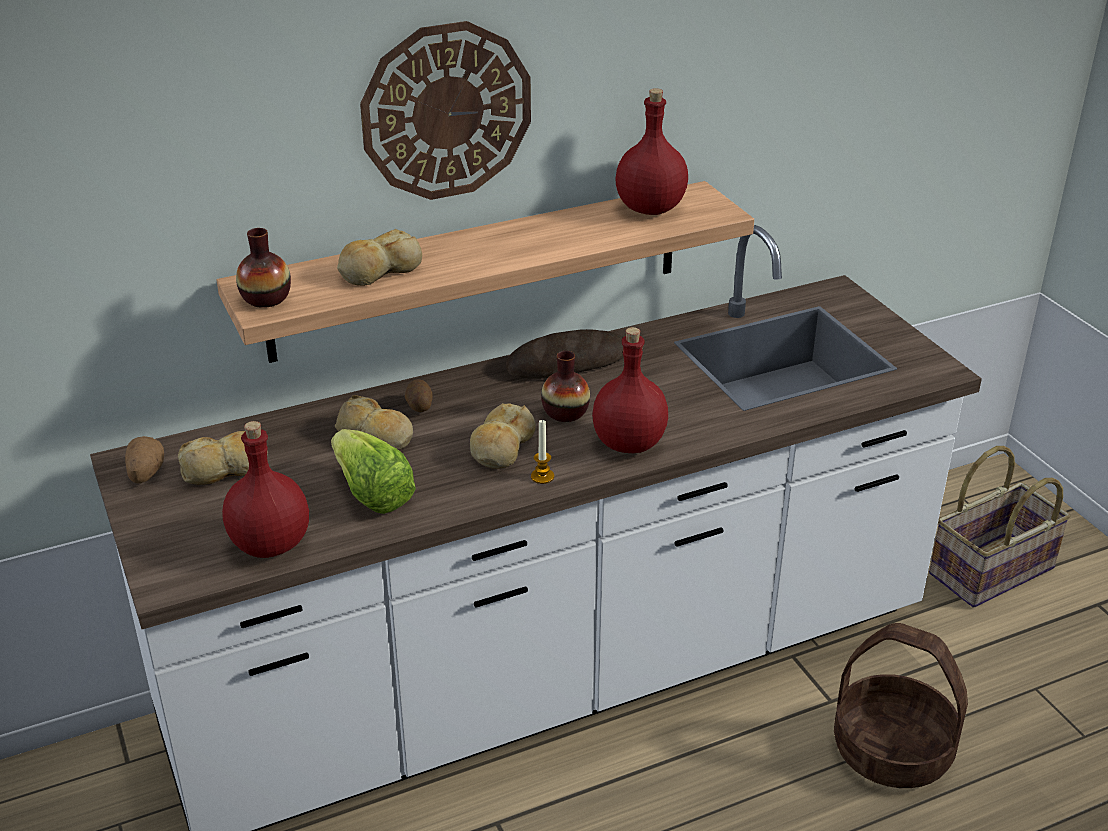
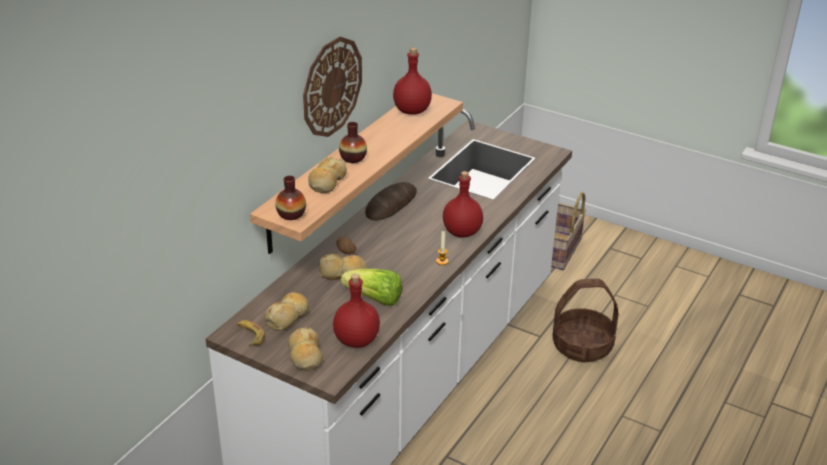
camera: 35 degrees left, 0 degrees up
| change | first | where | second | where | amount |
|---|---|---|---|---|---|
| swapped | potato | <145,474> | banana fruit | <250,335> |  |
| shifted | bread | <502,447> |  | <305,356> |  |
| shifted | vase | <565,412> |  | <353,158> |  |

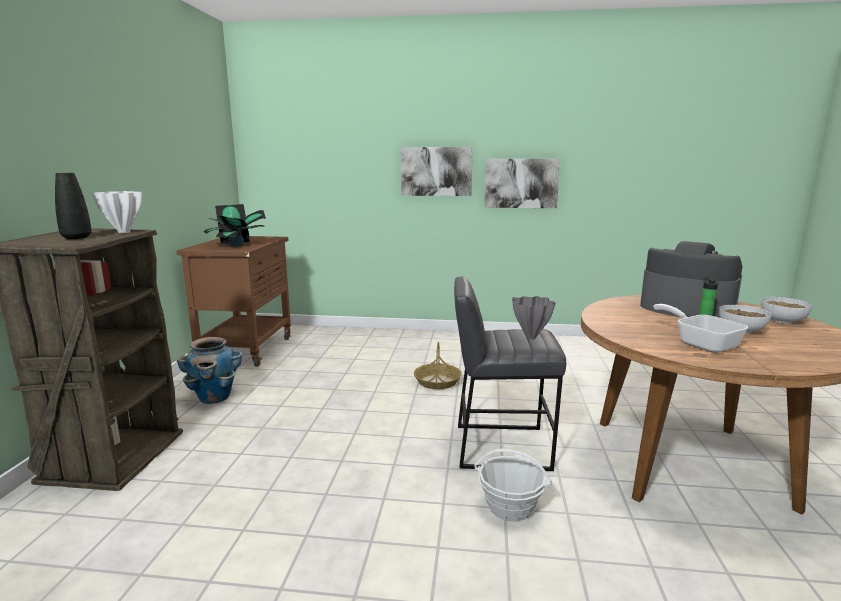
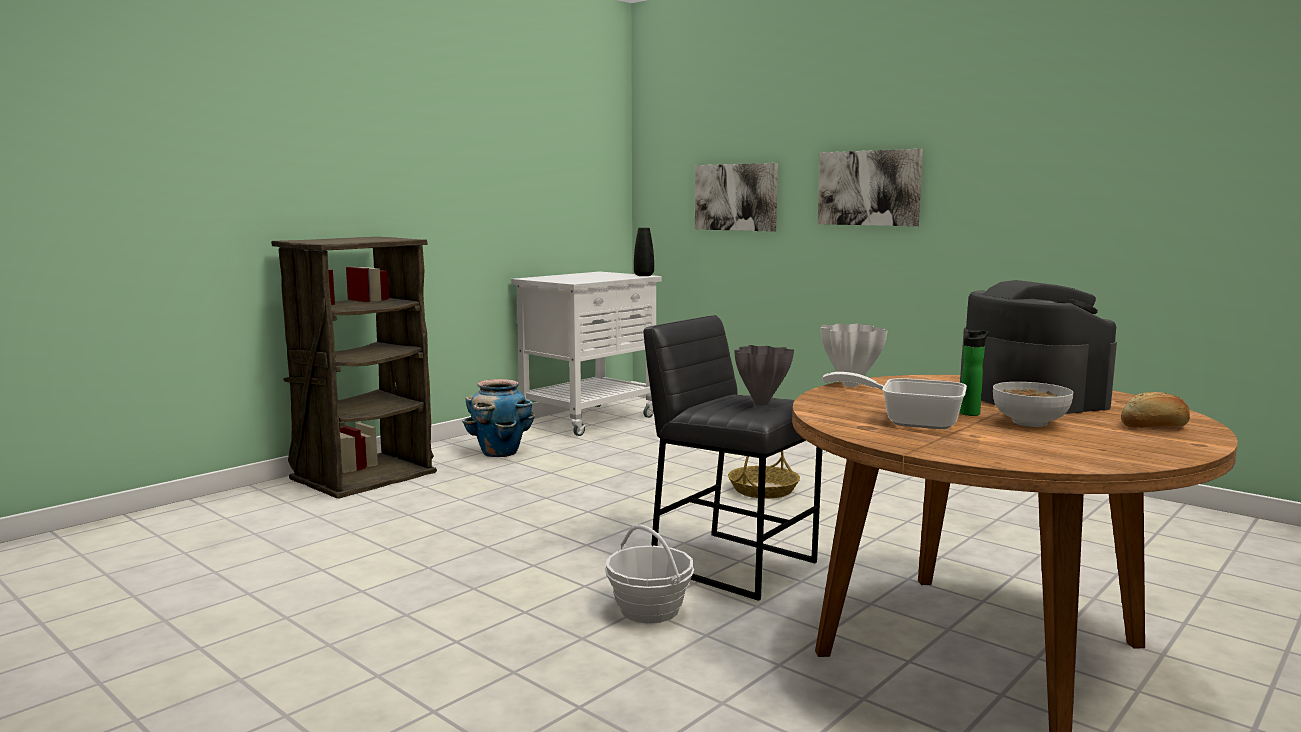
camera: 35 degrees right, 5 degrees down
| change | first | where | second | where | amount |
|---|---|---|---|---|---|
| repainted | brown-coloured trolley | <247,350> | white-coloured trolley | <590,420> |  |
| shifted | black vase | <76,237> |  | <644,275> |  |
| shifted | wall art | <521,183> |  | <736,197> |  |
| shifted | white-coloured vase | <123,232> |  | <849,385> |  |
| rotated | frying pan | <701,343> |  | <909,421> | 75 degrees counterclockwise |
| swapped | bowl | <782,321> | bread | <1155,427> |  |
| gone | houseplant | <237,245> |  |  |  |

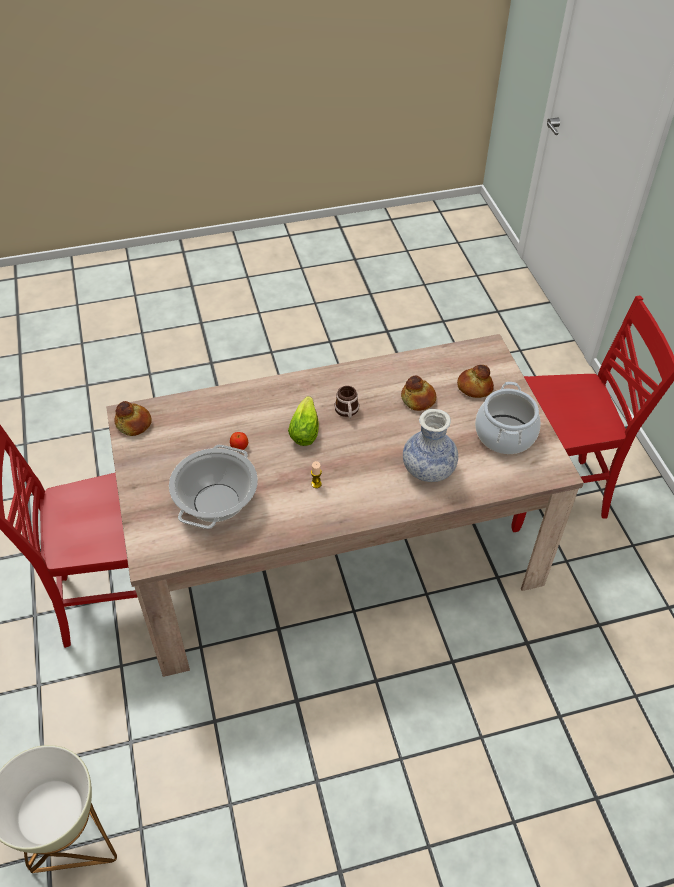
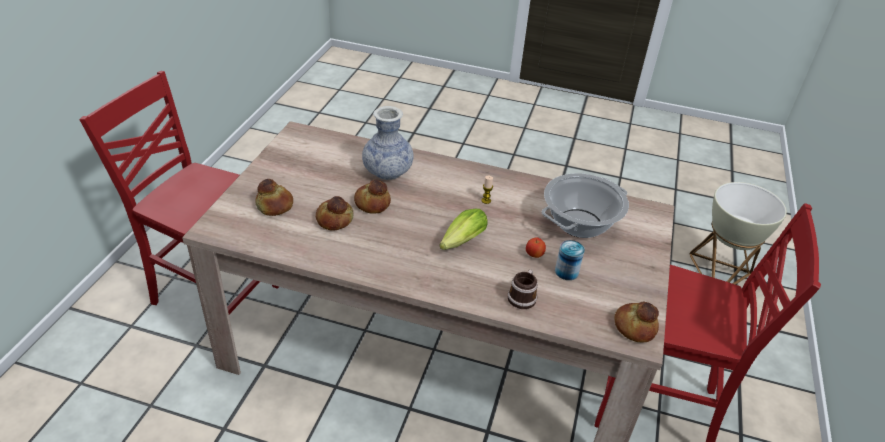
camera: 150 degrees left, 10 degrees down
| change | first | where | second | where | amount |
|---|---|---|---|---|---|
| new |  |  | bread | <372,203> |  |
| shifted | mug | <347,411> |  | <523,296> |  |
| new |  |  | can | <566,271> |  |
| gone | stockpot | <504,434> |  |  |  |

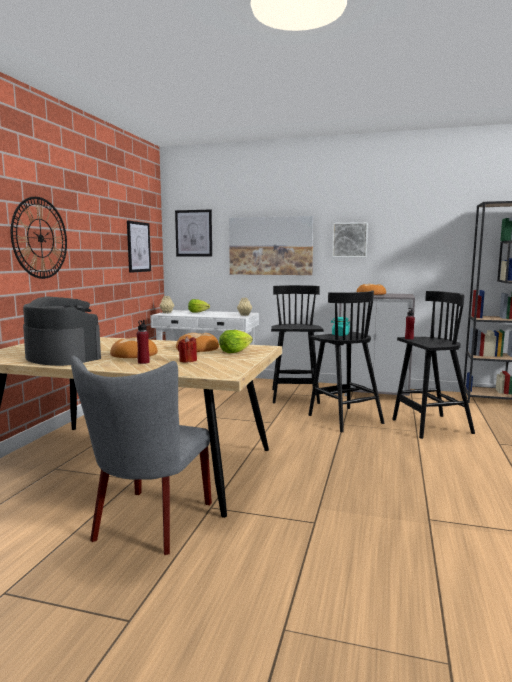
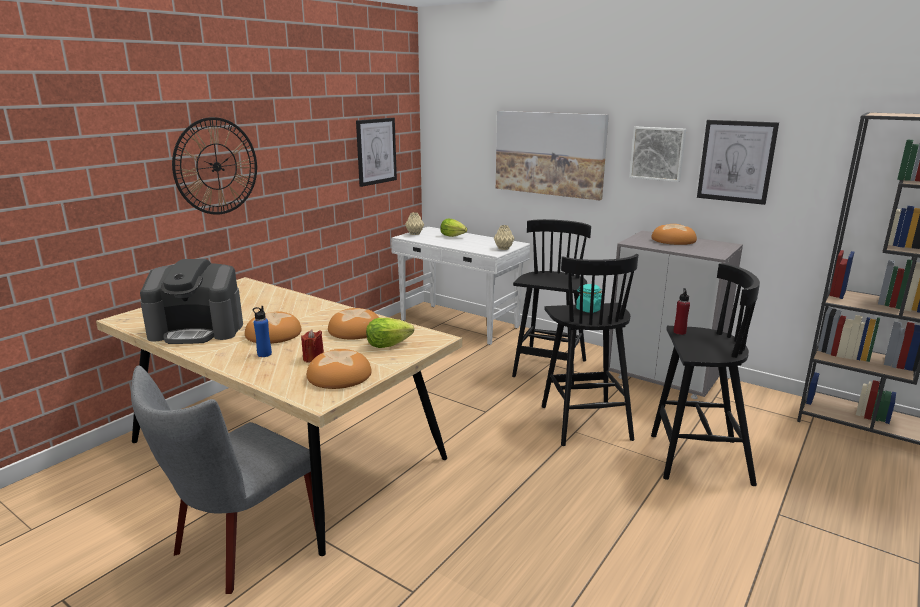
camera: 20 degrees right, 10 degrees up
| change | first | where | second | where | amount |
|---|---|---|---|---|---|
| rotated | coffee maker | <62,357> |  | <197,330> | 120 degrees clockwise |
| repainted | red bottle | <143,362> | blue-coloured bottle | <264,354> |  |
| new |  |  | bread | <340,375> |  |
| shifted | wall art | <194,233> |  | <736,161> |  |

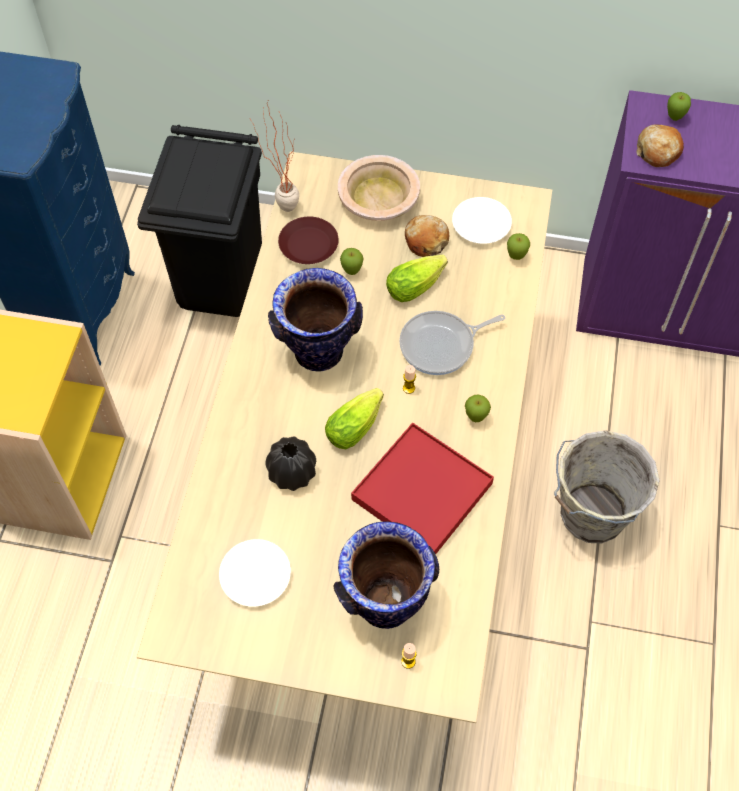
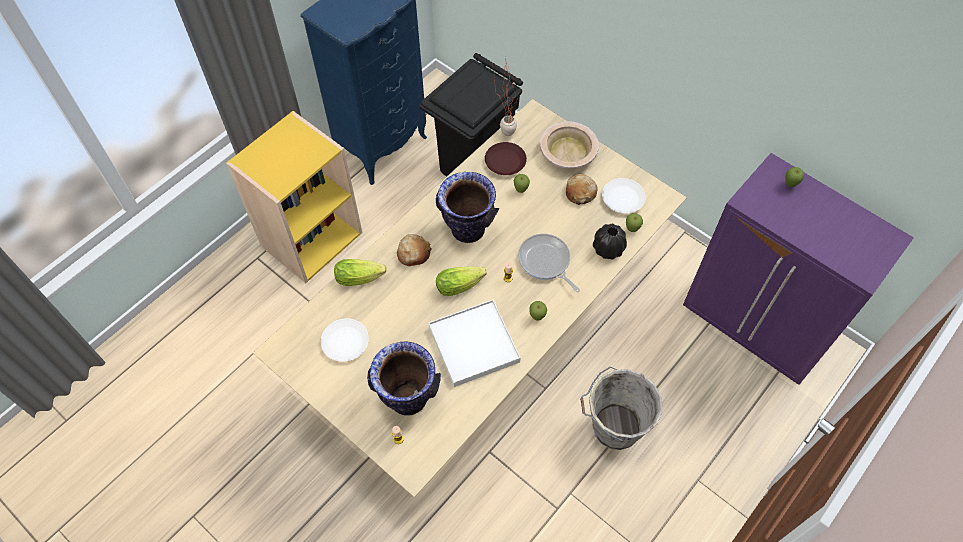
camera: 30 degrees right, 0 degrees up
| change | first | where | second | where | amount |
|---|---|---|---|---|---|
| shifted | lettuce | <417,285> |  | <362,277> |  |
| shifted | bread | <658,151> |  | <413,253> |  |
| repainted | red tray | <421,491> | white-coloured tray | <473,344> |  |
| rotated | frying pan | <441,345> |  | <545,262> | 45 degrees clockwise |
| shifted | black vase | <292,473> |  | <608,249> |  |

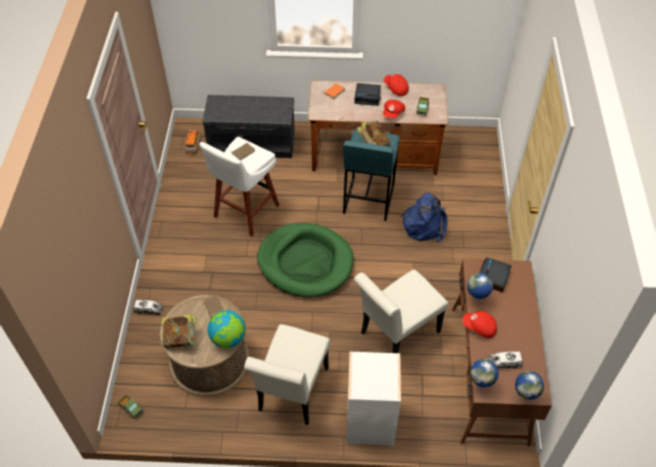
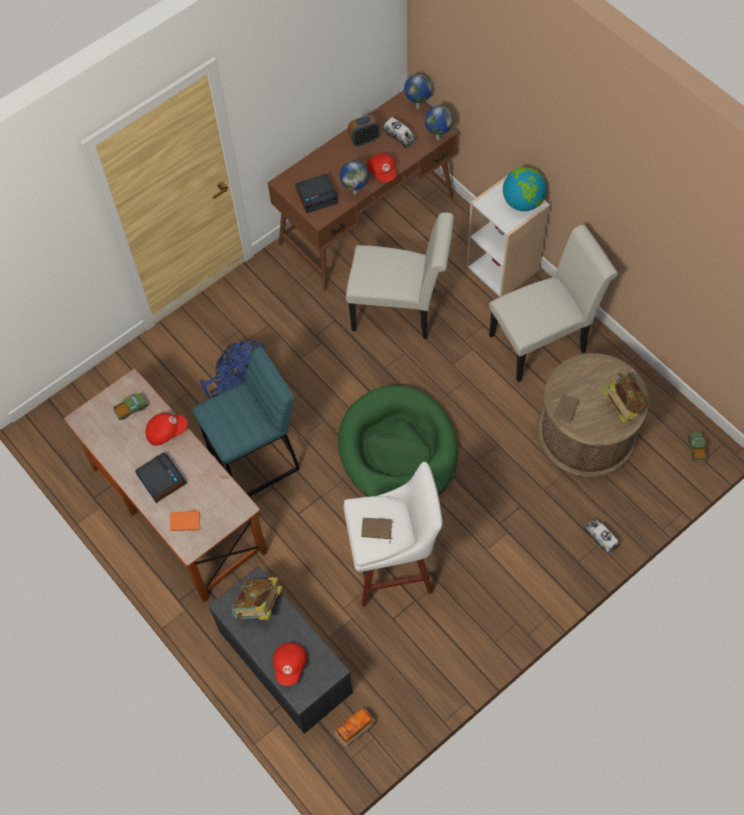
camera: 130 degrees left, 10 degrees up
| change | first | where | second | where | amount |
|---|---|---|---|---|---|
| shifted | bound book | <373,144> |  | <258,606> |  |
| shifted | red baseball cap | <395,88> |  | <290,665> |  |
| new |  |  | table clock | <364,140> |  |
| shifted | globe | <228,339> |  | <523,202> |  |

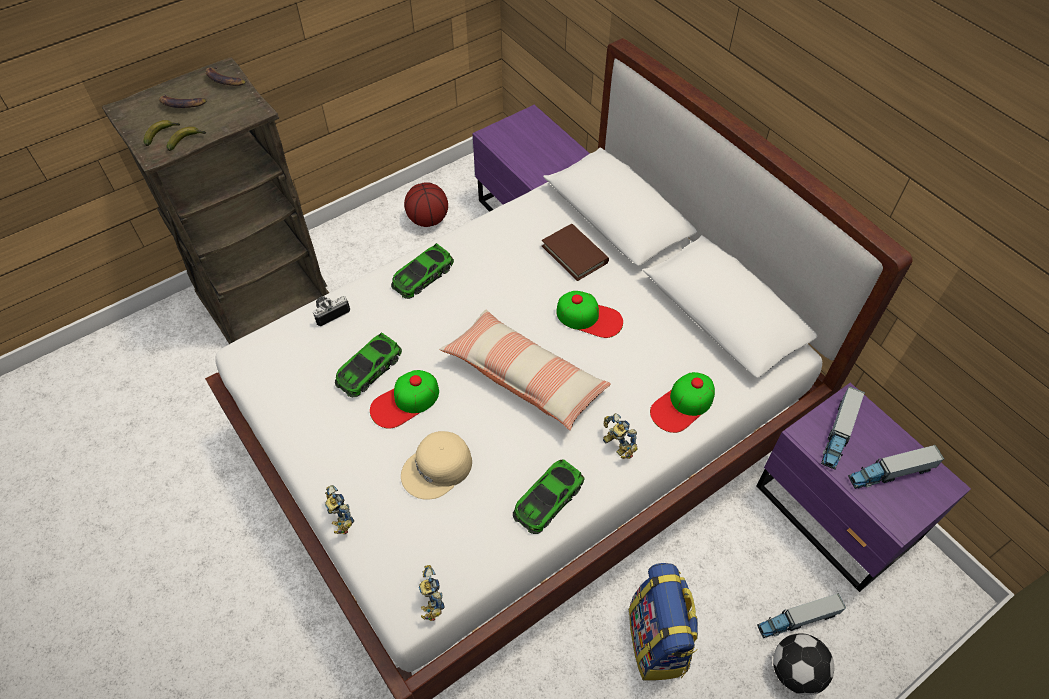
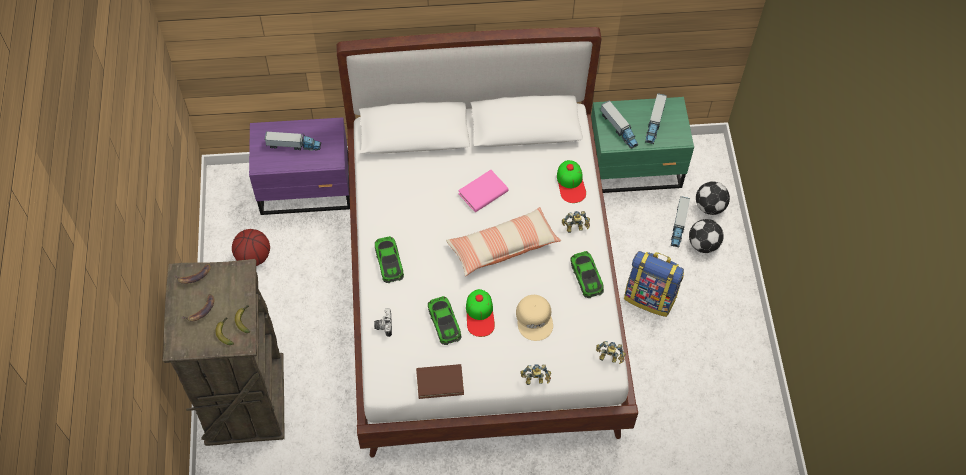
camera: 60 degrees left, 5 degrees up
| change | first | where | second | where | amount |
|---|---|---|---|---|---|
| new |  |  | toy truck | <294,145> |  |
| shifted | brown-coloured bound book | <574,254> |  | <440,382> |  |
| swapped | baseball cap | <589,317> | pinkish bound book | <483,193> |  |
| repainted | purple-coloured nightstand | <835,516> | green nightstand | <635,168> |  |
| new |  |  | football ball | <710,207> |  |

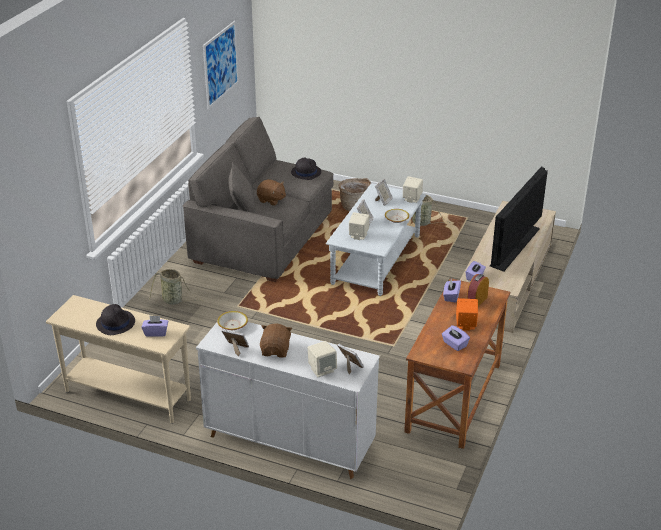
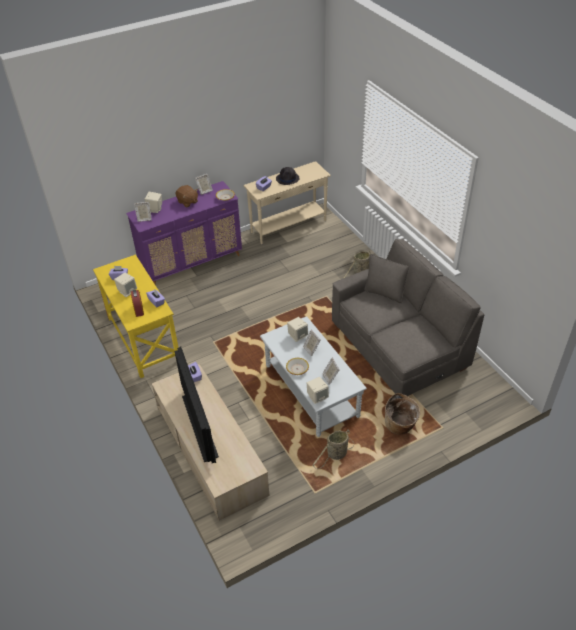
camera: 130 degrees right, 10 degrees up
| change | first | where | second | where | amount |
|---|---|---|---|---|---|
| repainted | brown-coloured desk unit | <454,398> | yellowish desk unit | <143,339> |  |
| repainted | orange speaker | <465,324> | beige speaker | <127,291> |  |
| repainted | white-coloured cupboard | <289,441> | purple-coloured cupboard | <191,262> |  |
| gone | wall art | <220,64> |  |  |  |
| gone | brown-coloured plush toy | <271,200> |  |  |  |
| gone | black wearable hat | <306,172> |  |  |  |

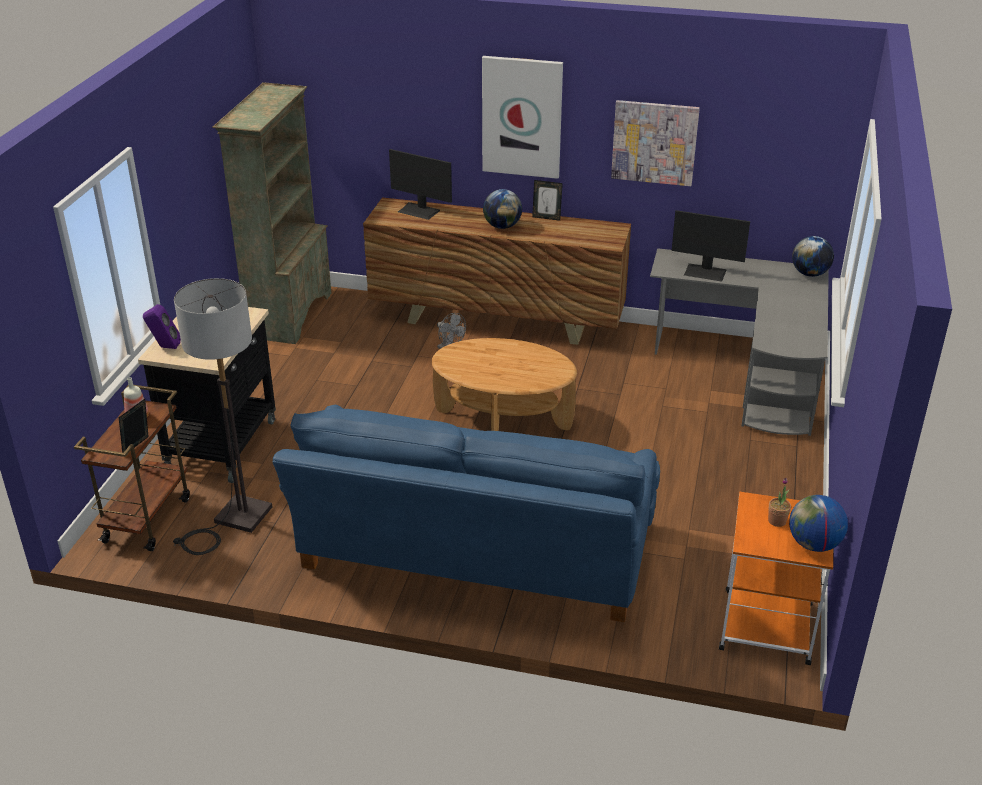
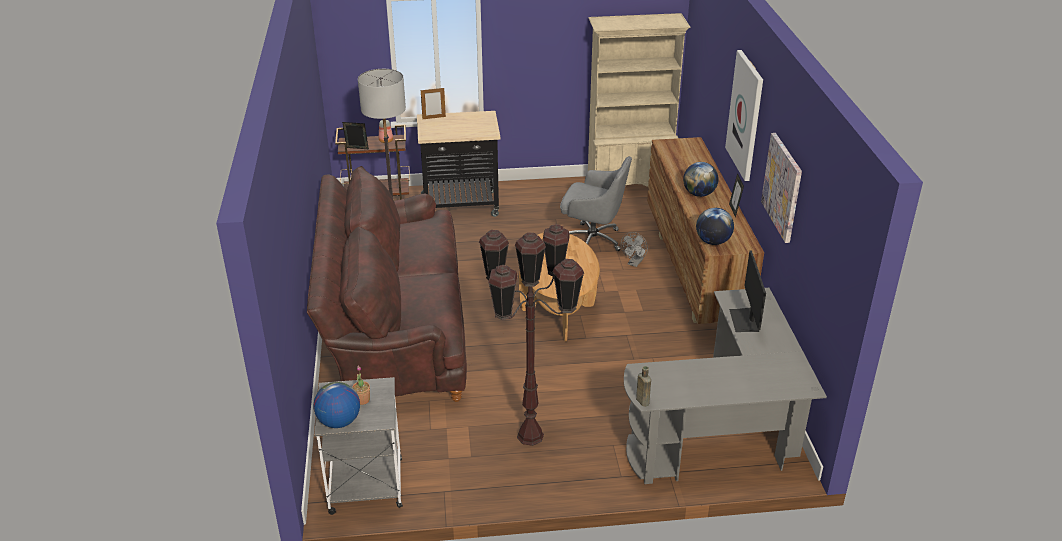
camera: 70 degrees right, 0 degrees up
| change | first | where | second | where | amount |
|---|---|---|---|---|---|
| repainted | blue-coloured settee | <473,554> | brown-coloured settee | <394,329> |  |
| repainted | orange trolley | <766,628> | gray trolley | <364,485> |  |
| swapped | purple-coloured speaker | <164,347> | standing frame | <434,118> |  |
| new |  |  | brown-coloured floor lamp | <529,436> |  |
| new |  |  | gray office chair | <592,241> |  |
| repainted | green bookcase | <289,314> | beige bookcase | <629,186> |  |
| new |  |  | brown-coloured bottle | <642,400> |  |
| shifted | globe | <810,274> |  | <713,242> |  |
| gone | monitor | <419,211> |  |  |  |

